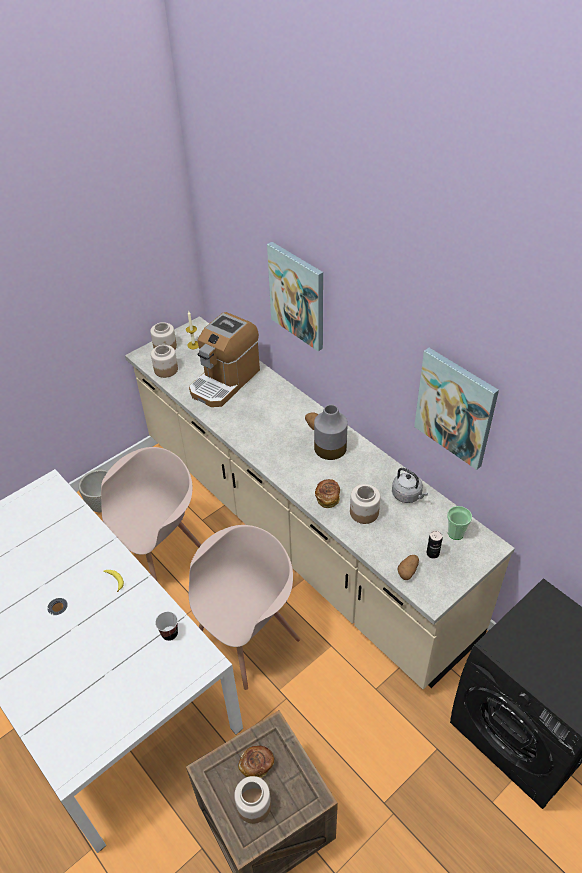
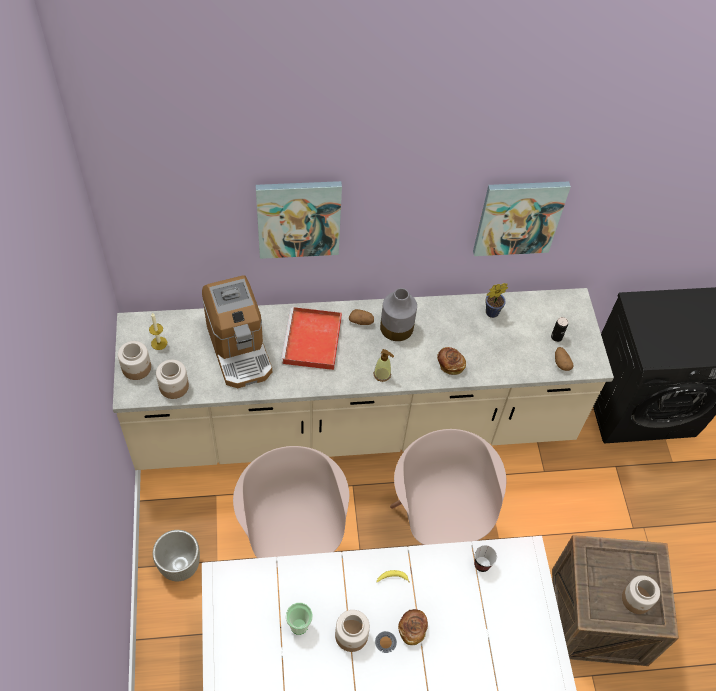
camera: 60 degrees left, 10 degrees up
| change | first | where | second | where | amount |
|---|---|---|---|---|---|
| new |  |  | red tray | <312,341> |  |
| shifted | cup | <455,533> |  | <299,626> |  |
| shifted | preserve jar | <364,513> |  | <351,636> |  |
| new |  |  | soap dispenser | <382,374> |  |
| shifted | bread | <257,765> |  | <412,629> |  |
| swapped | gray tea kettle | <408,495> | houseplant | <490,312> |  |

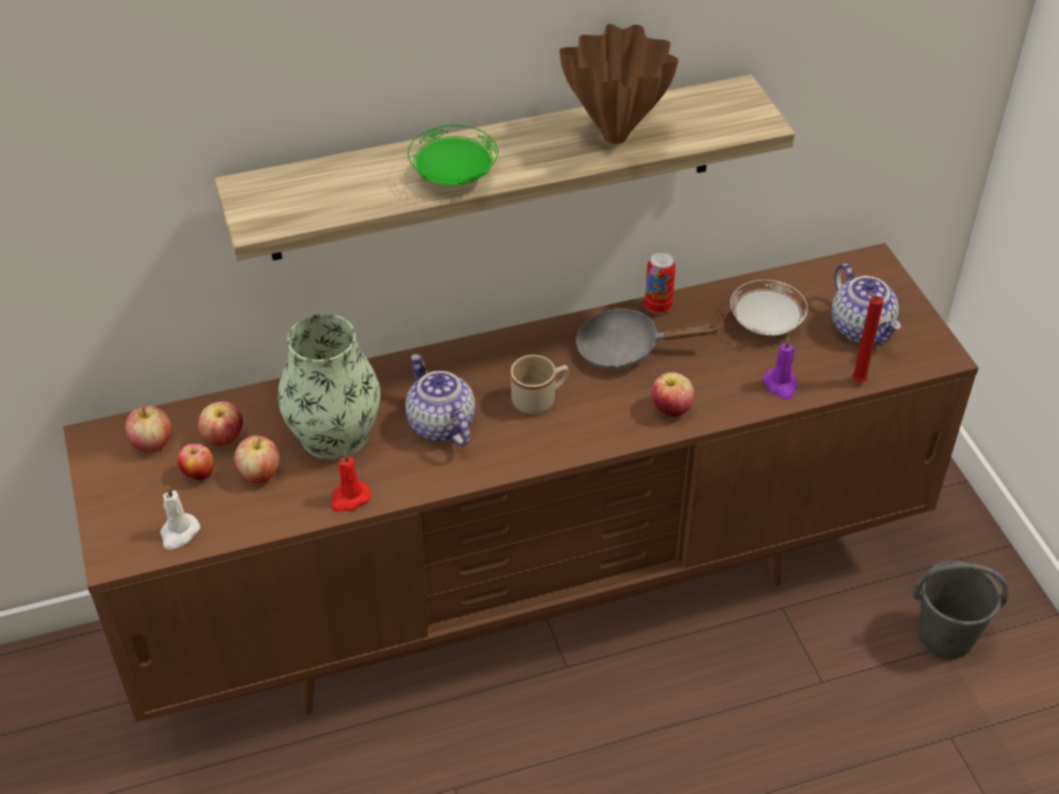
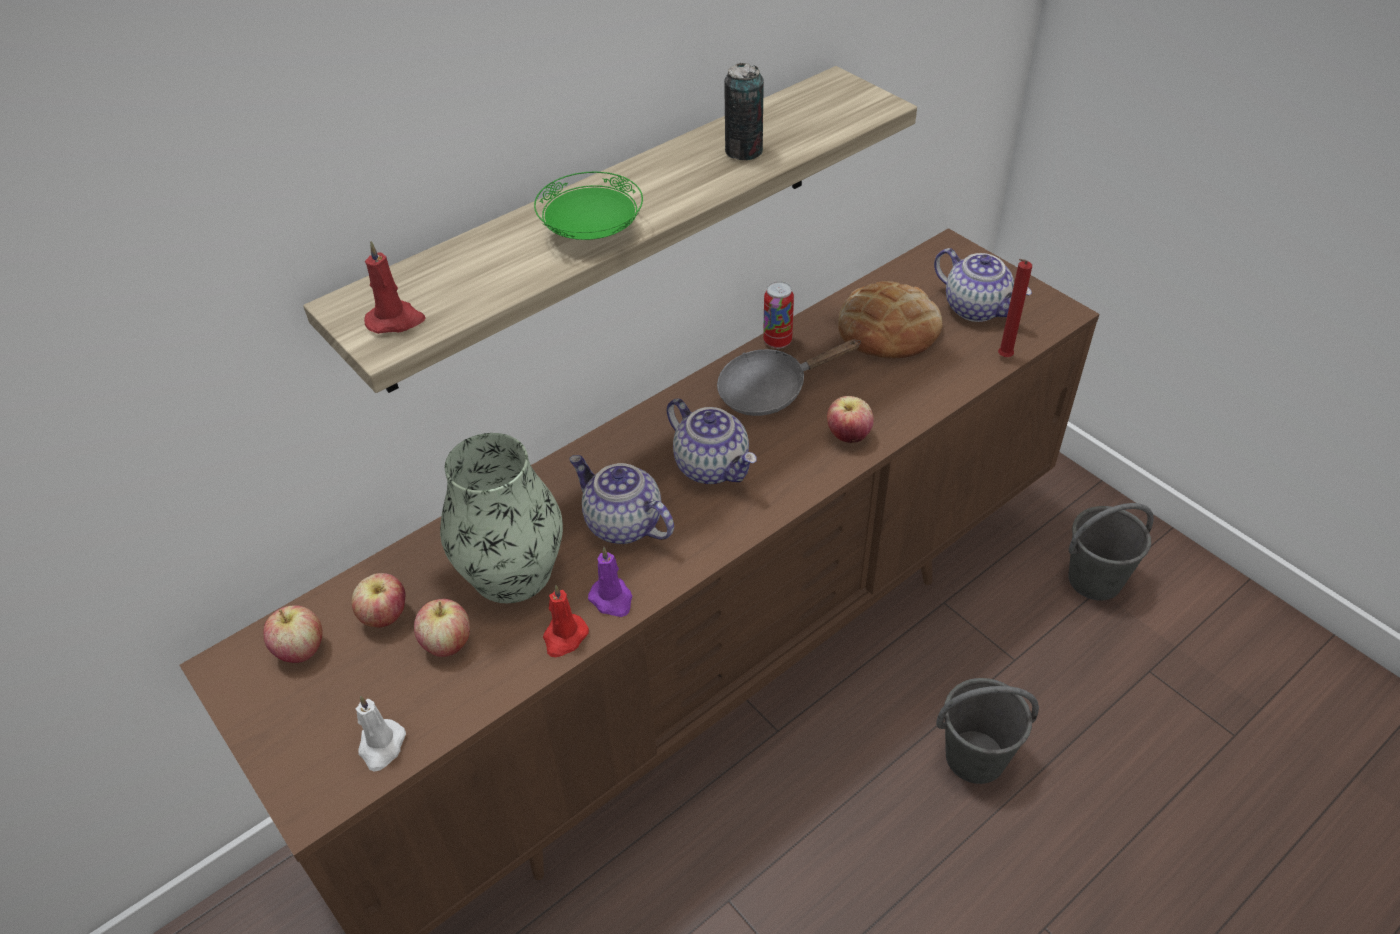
camera: 20 degrees left, 0 degrees up
| change | first | where | second | where | amount |
|---|---|---|---|---|---|
| new |  |  | red candle | <396,320> |  |
| shifted | purple-coloured candle | <781,385> |  | <612,599> |  |
| swapped | beige mug | <540,399> | tea pot | <713,466> |  |
| swapped | brown-coloured vase | <617,137> | can | <743,151> |  |
| swapped | white-coloured flat dish | <765,324> | bread | <888,329> |  |
| new |  |  | gray pail | <976,757> |  |
| gone | apple fruit | <199,474> |  |  |  |

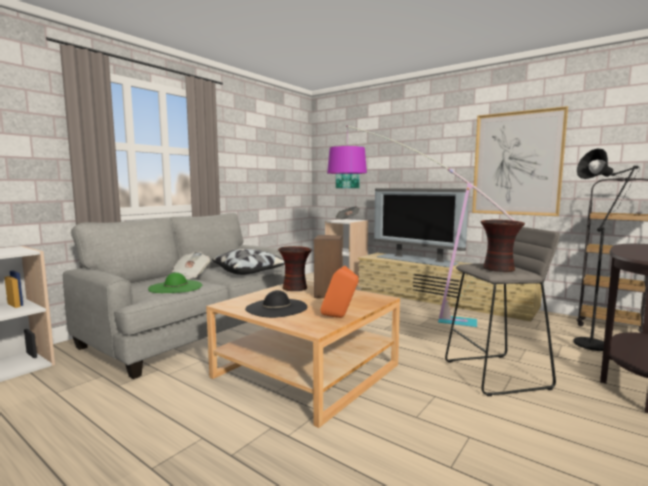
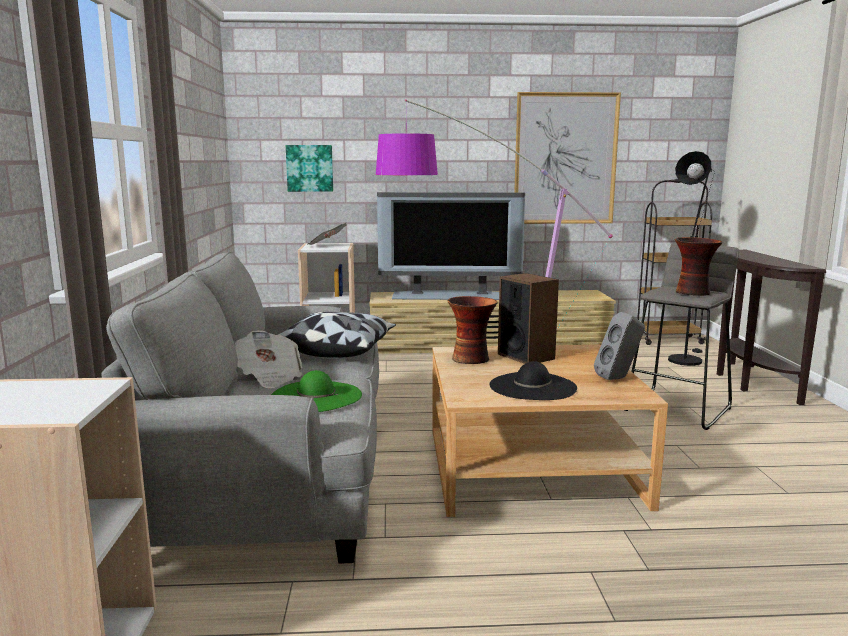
camera: 40 degrees left, 5 degrees up
| change | first | where | second | where | amount |
|---|---|---|---|---|---|
| repainted | orange speaker | <339,317> | gray speaker | <619,378> |  |

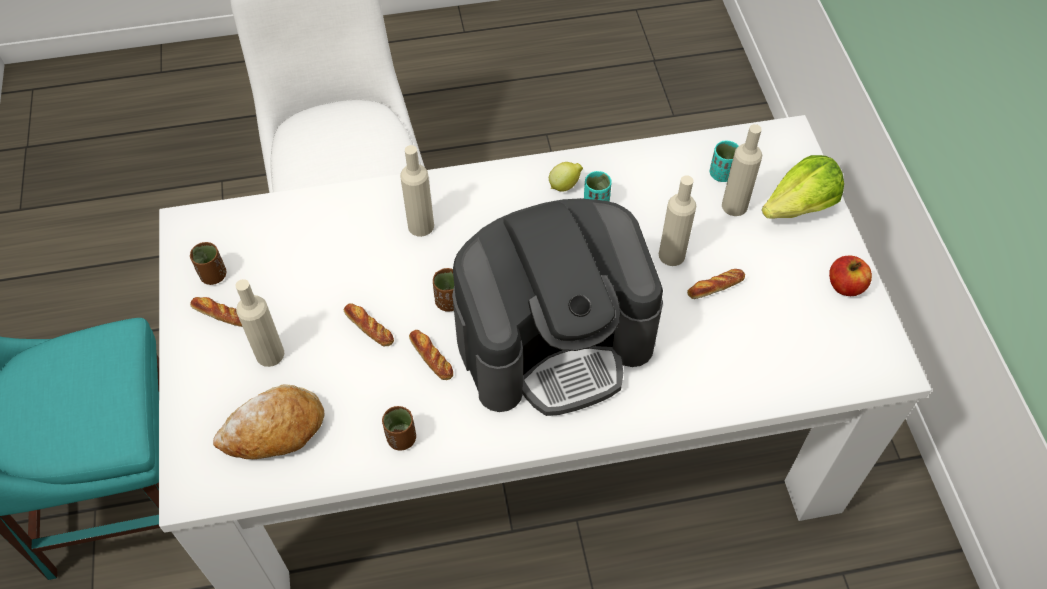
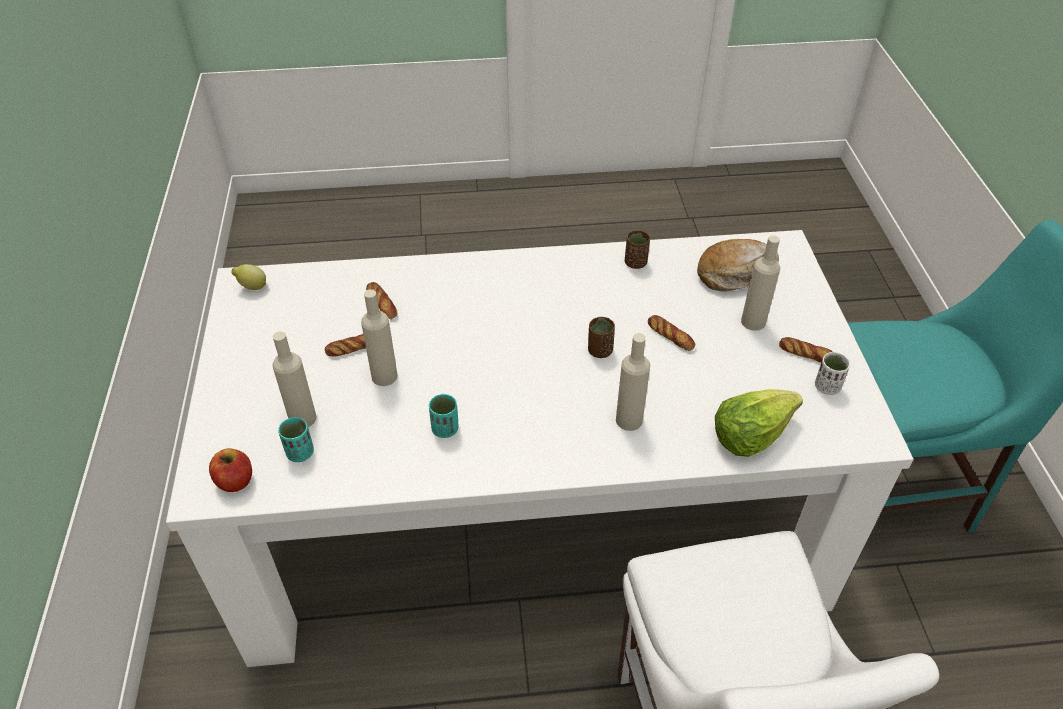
camera: 175 degrees left, 10 degrees down
| change | first | where | second | where | amount |
|---|---|---|---|---|---|
| shifted | apple fruit | <845,286> |  | <235,481> |  |
| shifted | whole lemon | <565,185> |  | <252,287> |  |
| shifted | bread | <431,357> |  | <382,303> |  |
| shifted | lettuce | <799,207> |  | <750,433> |  |
| repainted | brown-coloured cup | <213,275> | white-coloured cup | <827,387> |  |
| gone | coffee maker | <554,340> |  |  |  |

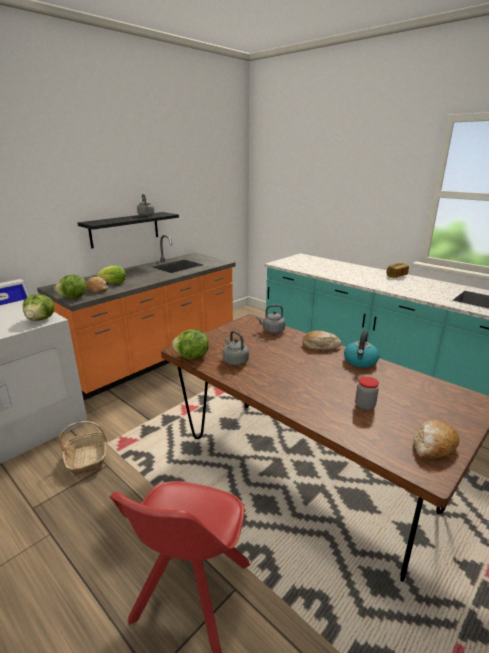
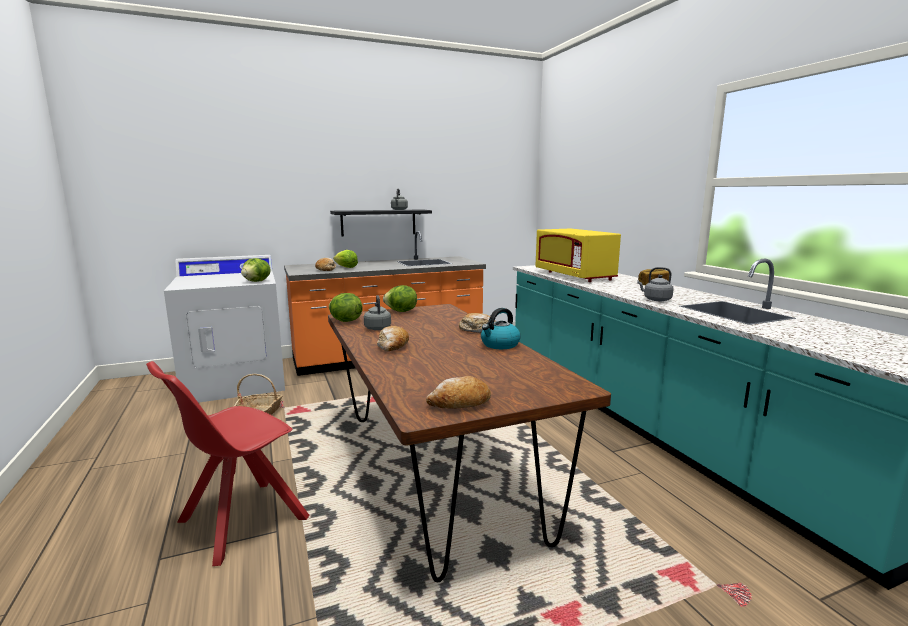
camera: 25 degrees right, 10 degrees down
| change | first | where | second | where | amount |
|---|---|---|---|---|---|
| new |  |  | bread | <392,346> |  |
| shifted | lettuce | <73,298> |  | <401,311> |  |
| new |  |  | yellowish microwave | <574,276> |  |
| shifted | gray tea kettle | <272,331> |  | <655,299> |  |
| gone | preserve jar | <365,406> |  |  |  |

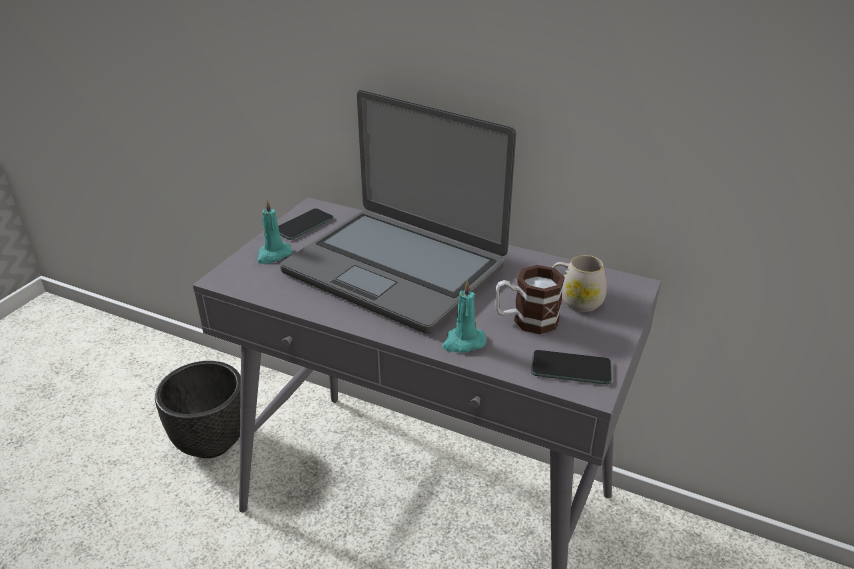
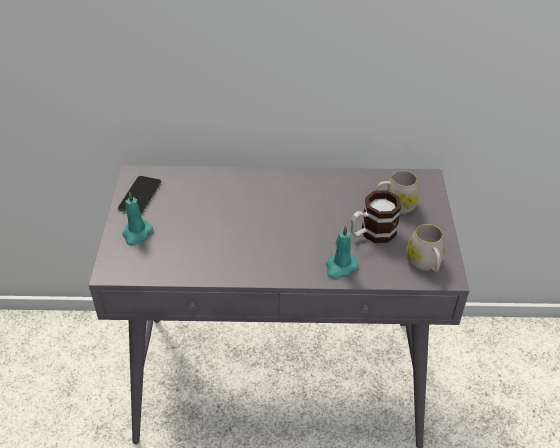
camera: 25 degrees left, 10 degrees up
| change | first | where | second | where | amount |
|---|---|---|---|---|---|
| swapped | telephone | <571,368> | white-coloured mug | <425,264> |  |
| gone | black plant pot | <212,443> |  |  |  |
| gone | portable computer | <396,268> |  |  |  |

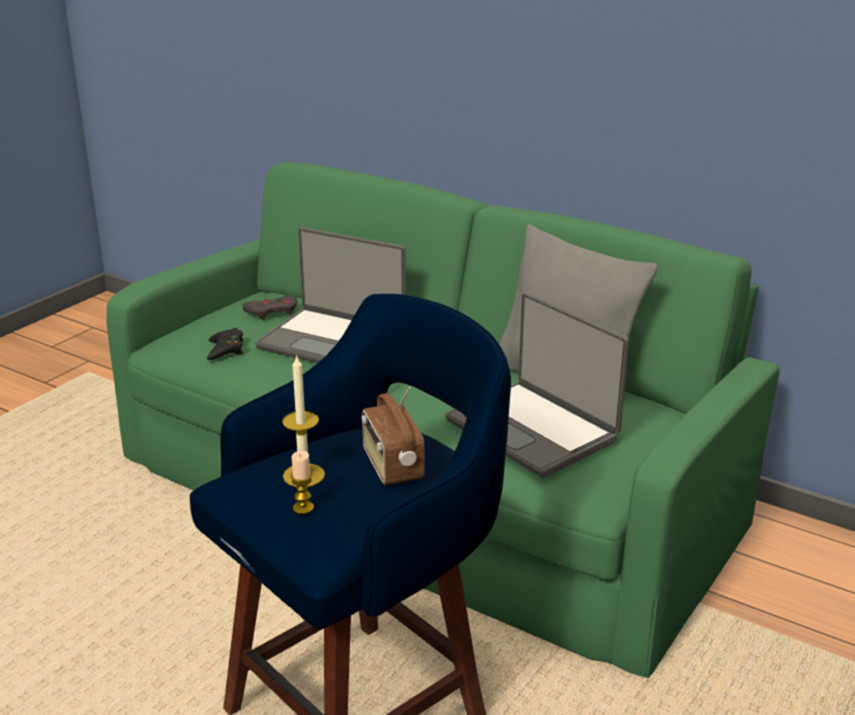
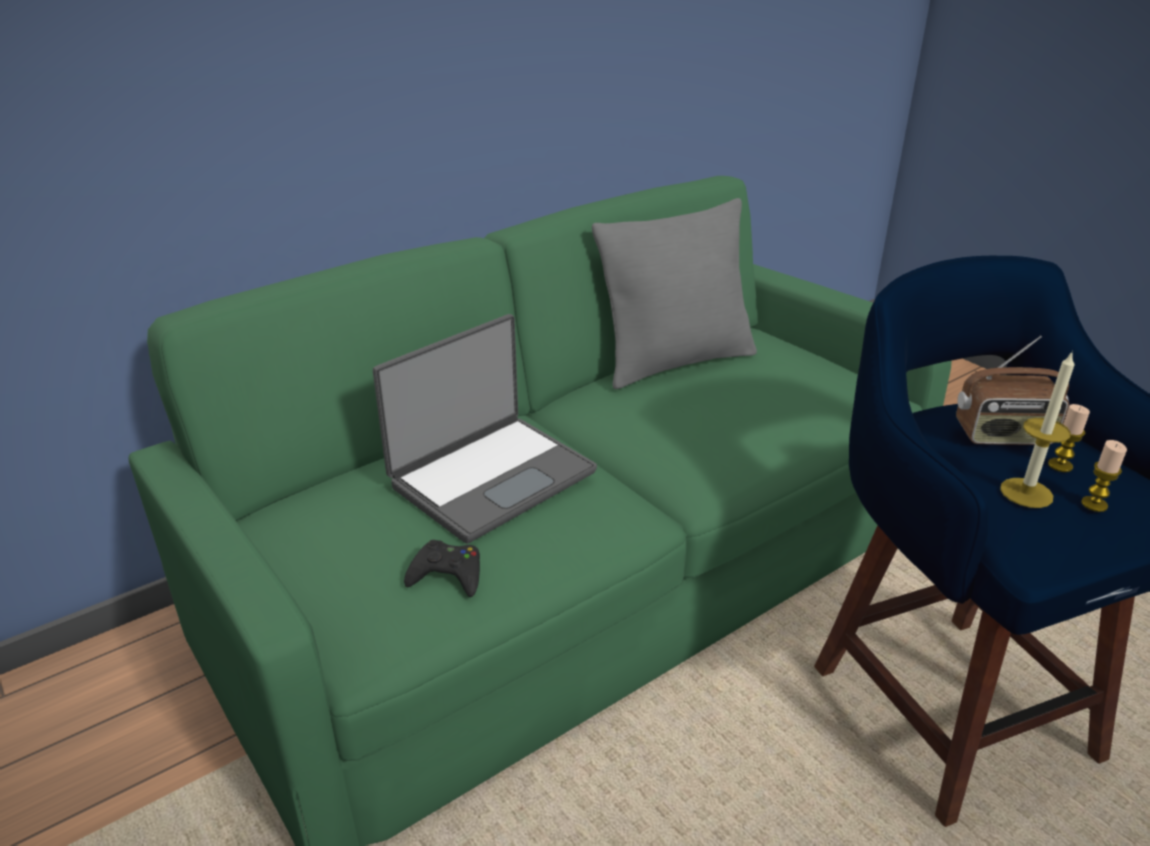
camera: 70 degrees left, 5 degrees up
| change | first | where | second | where | amount |
|---|---|---|---|---|---|
| new |  |  | candle | <1060,465> |  |
| gone | gray joypad | <272,312> |  |  |  |
| gone | portable computer | <533,429> |  |  |  |

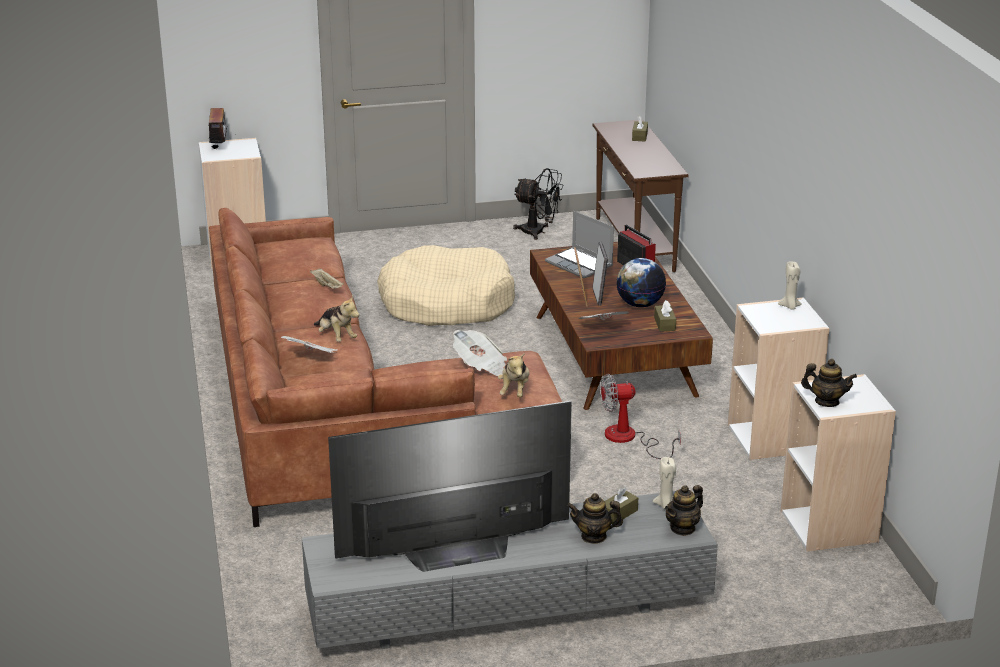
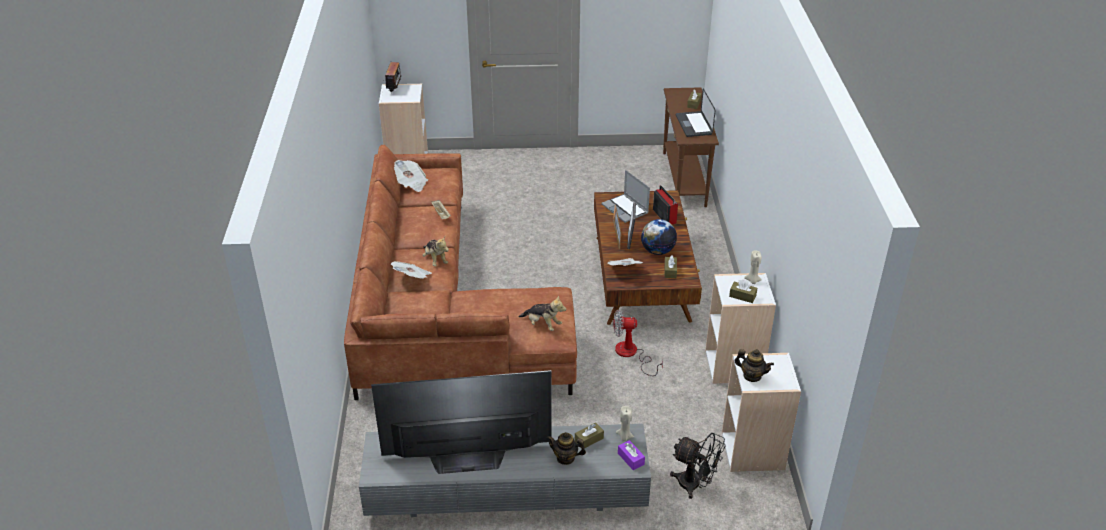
camera: 10 degrees right, 10 degrees up
| change | first | where | second | where | amount |
|---|---|---|---|---|---|
| shifted | daily paper | <480,366> |  | <411,183> |  |
| rotated | plush toy | <515,390> |  | <542,324> | 75 degrees counterclockwise |
| swapped | tea pot | <683,528> | purple-coloured box of tissues | <631,459> |  |
| shifted | black fan | <538,232> |  | <695,485> |  |
| new |  |  | portable computer | <694,125> |  |
| new |  |  | brown-coloured box of tissues | <742,296> |  |
| gone | beige dog cushion | <446,303> |  |  |  |

